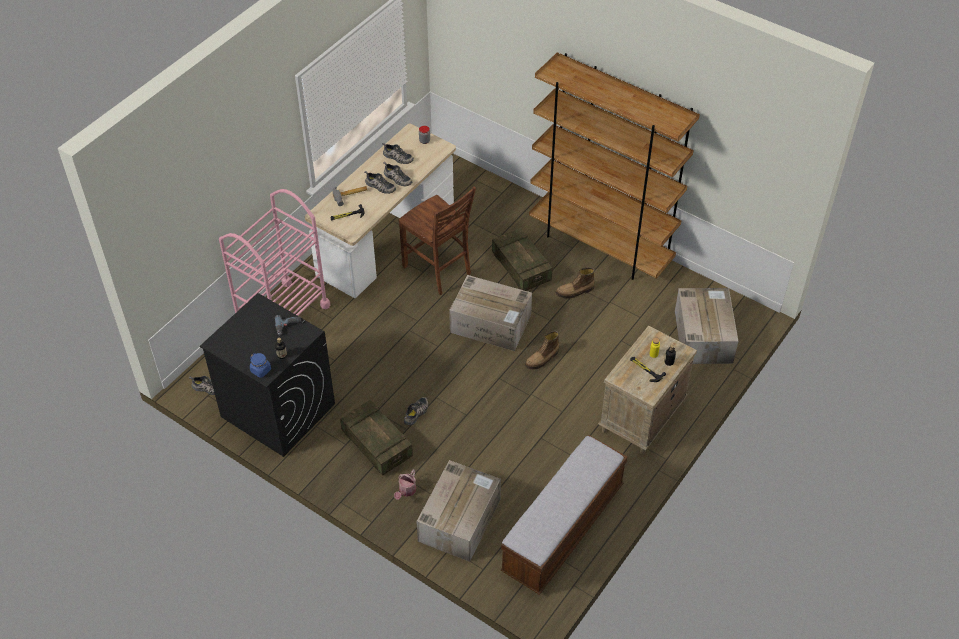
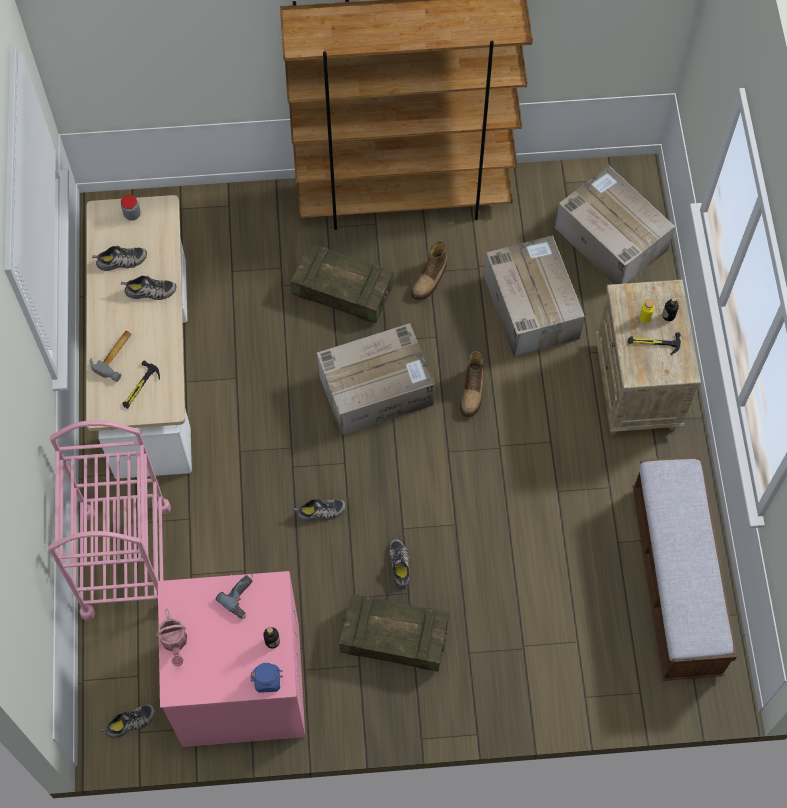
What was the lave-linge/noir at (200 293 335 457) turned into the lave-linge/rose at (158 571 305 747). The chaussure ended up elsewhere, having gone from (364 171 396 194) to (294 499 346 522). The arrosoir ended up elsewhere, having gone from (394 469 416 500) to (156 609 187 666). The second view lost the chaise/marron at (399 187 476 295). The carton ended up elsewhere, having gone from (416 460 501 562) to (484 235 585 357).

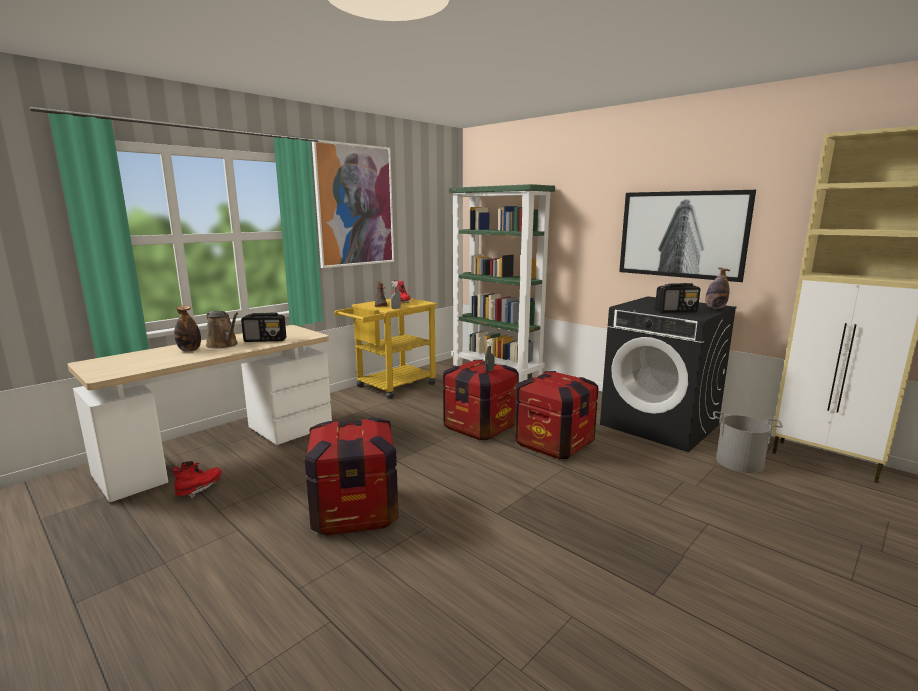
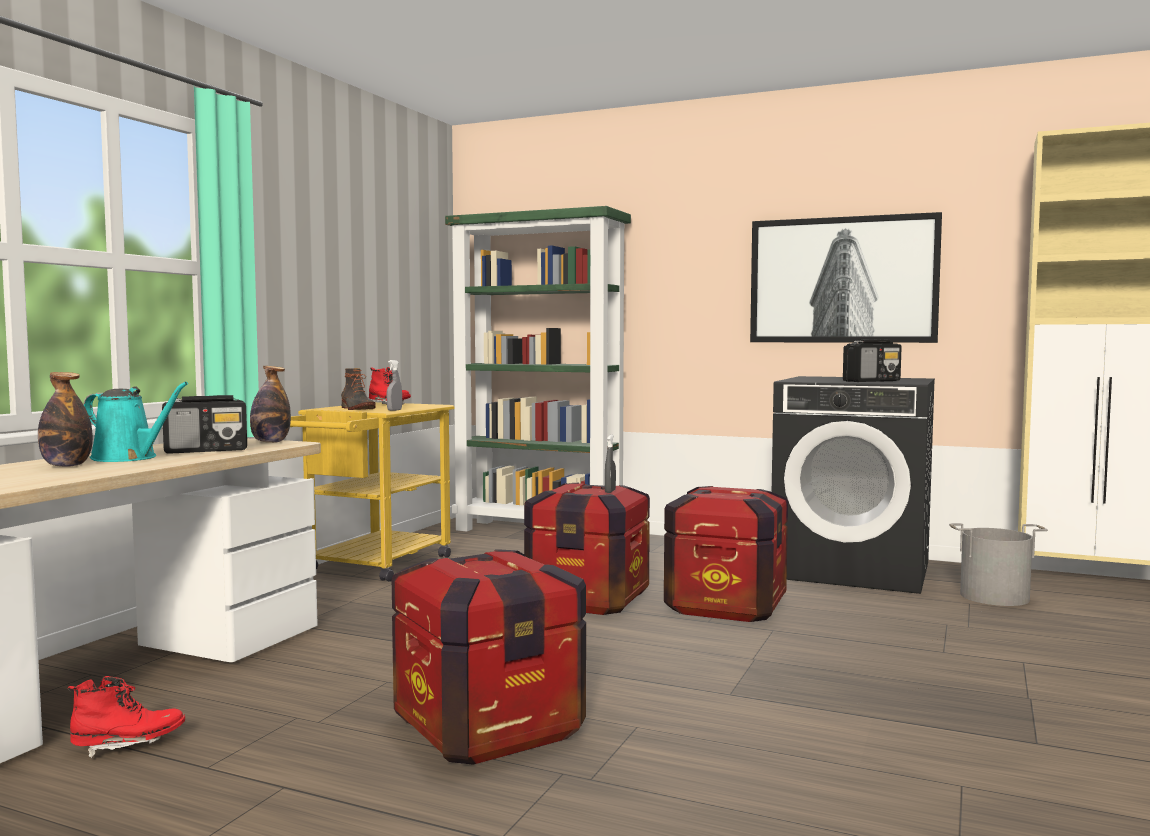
The botte/rouge at (173 461 222 498) ended up facing another way, 60 degrees clockwise from before. What was the arrosoir/marron at (206 311 238 348) turned into the arrosoir/turquoise at (84 382 188 462). The second view lost the tableau at (312 140 394 268). The bouteille ended up elsewhere, having gone from (705 267 730 309) to (250 366 291 443).

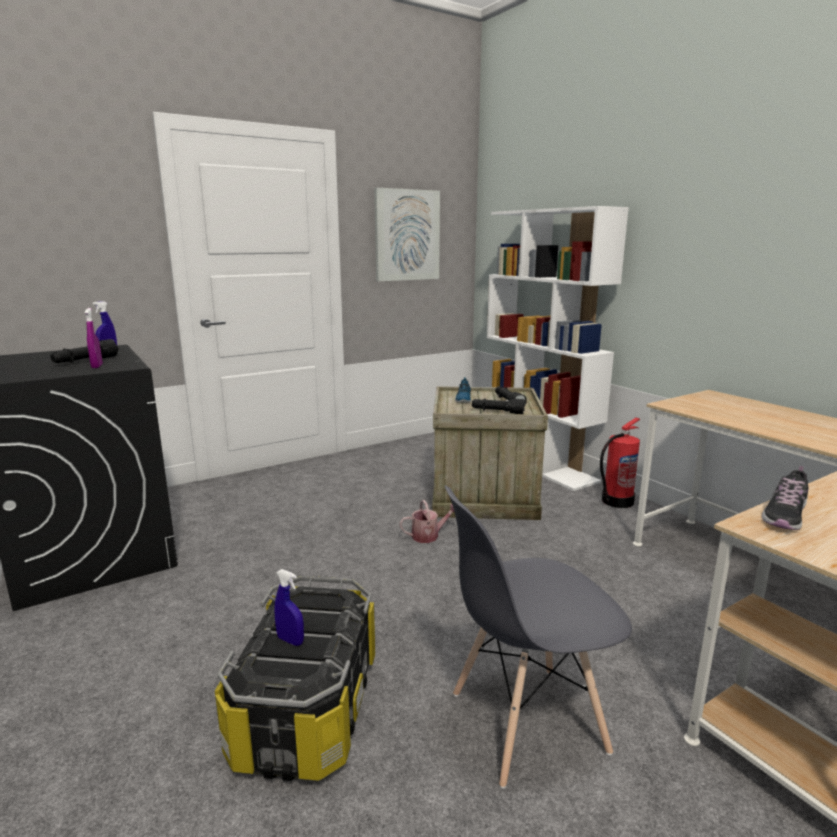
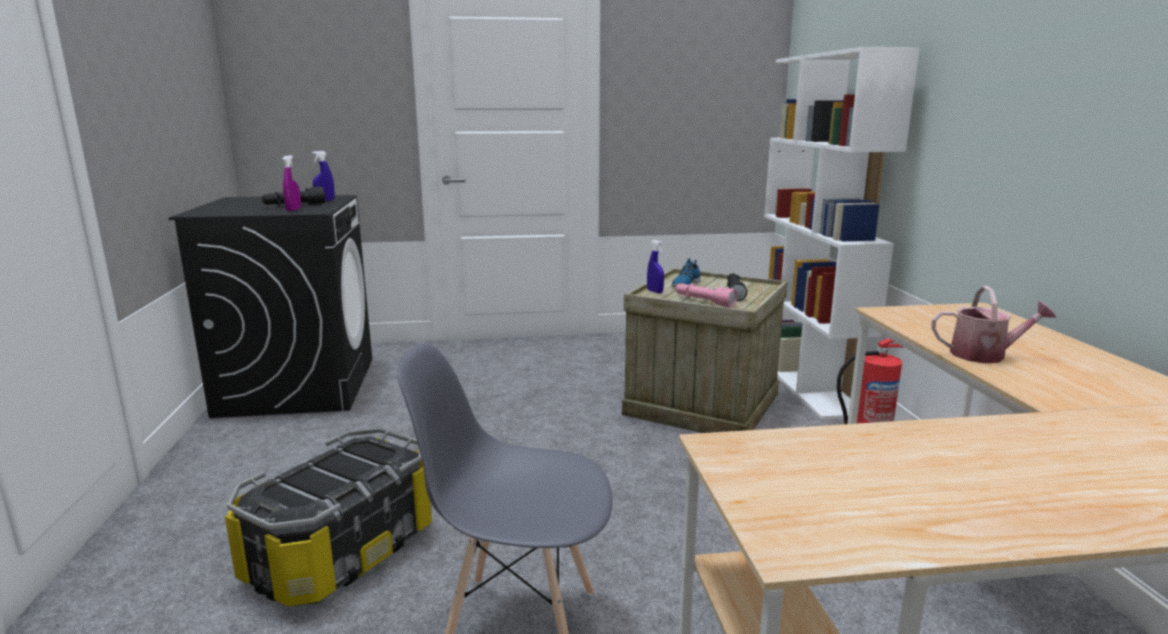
The vaporisateur/bleu ended up elsewhere, having gone from (274 569 304 646) to (647 240 664 293). The second view lost the tableau at (374 188 440 281). The arrosoir ended up elsewhere, having gone from (400 500 454 543) to (931 286 1057 363). What was the lampe de poche/noir at (472 398 525 414) turned into the lampe de poche/rose at (675 283 737 308). The second view lost the chaussure at (762 466 808 530).

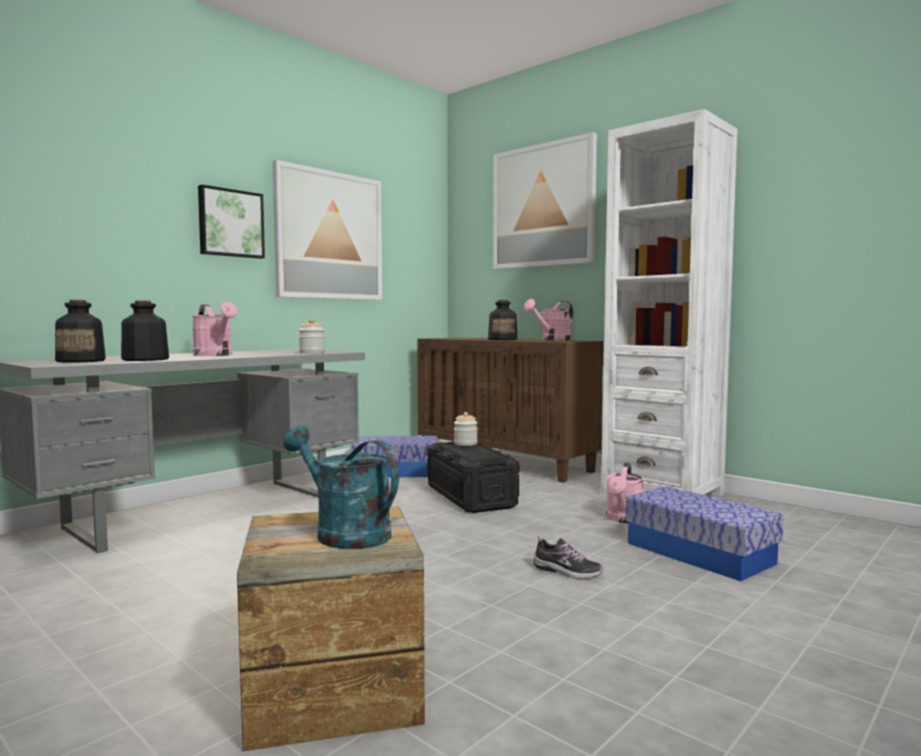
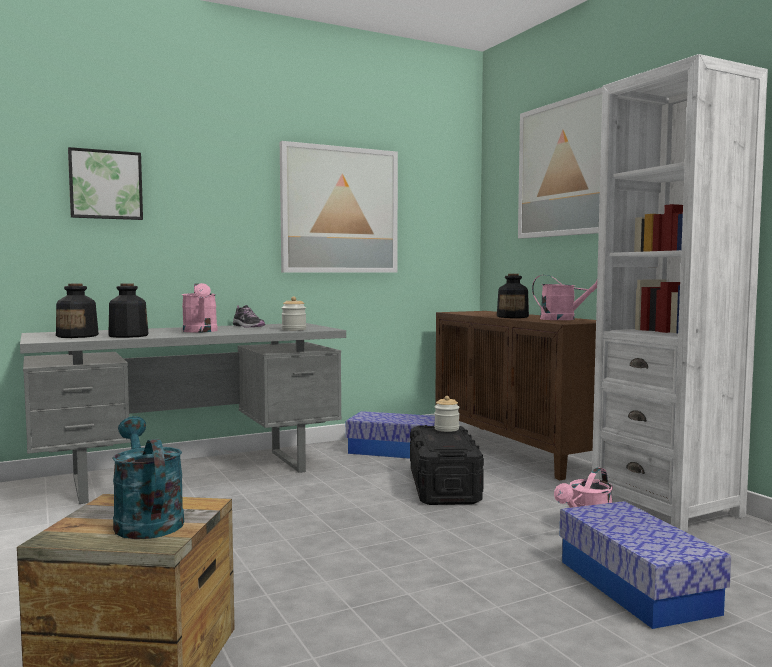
The tableau ended up elsewhere, having gone from (198 185 265 259) to (68 147 143 220). The arrosoir/rose at (524 299 573 341) ended up facing another way, 135 degrees counterclockwise from before. The chaussure ended up elsewhere, having gone from (533 536 603 579) to (233 305 265 328).

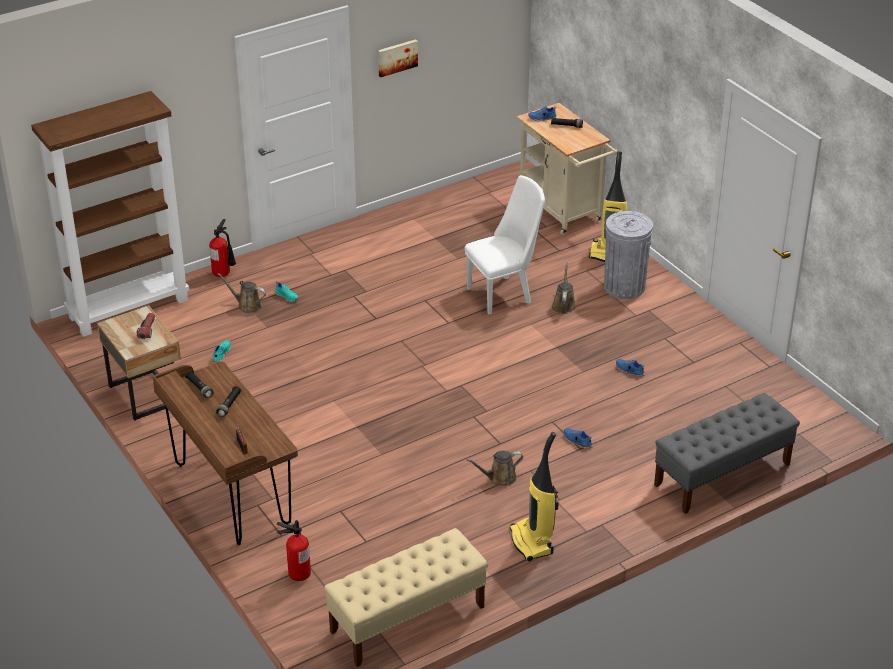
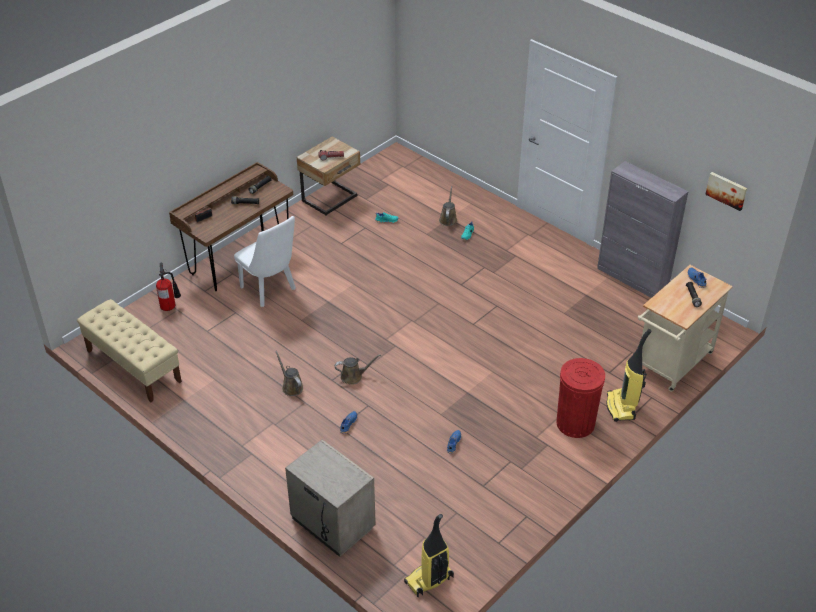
The second view lost the bibliothèque/marron at (31 91 189 337). The second view lost the extincteur at (209 219 236 277). The tableau ended up elsewhere, having gone from (378 39 418 77) to (705 172 747 211). The chaise/blanc ended up elsewhere, having gone from (465 175 545 314) to (234 216 296 307). The aspirateur ended up elsewhere, having gone from (510 432 559 561) to (404 514 454 597). The arrosoir/marron ended up elsewhere, having gone from (552 262 576 314) to (335 354 381 385). What was the poubelle/gris at (604 211 653 299) turned into the poubelle/rouge at (557 358 605 438). Where the banc/gris stood at (654 393 800 514), the table de chevet/beige came to stand at (285 439 376 557). The second view gained the meuble de rangement/gris at (597 161 689 298).

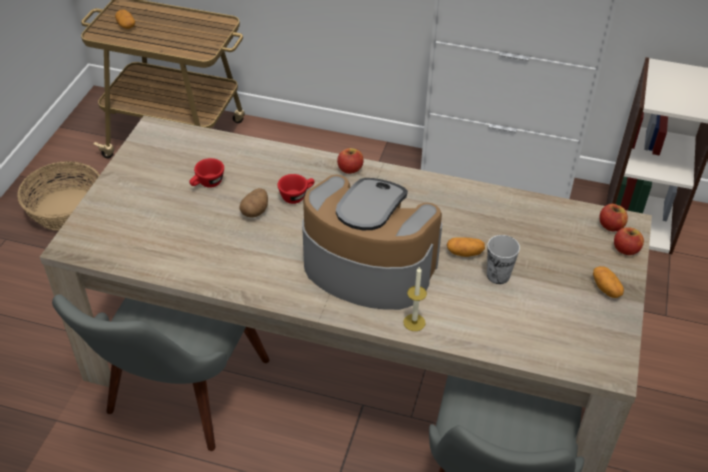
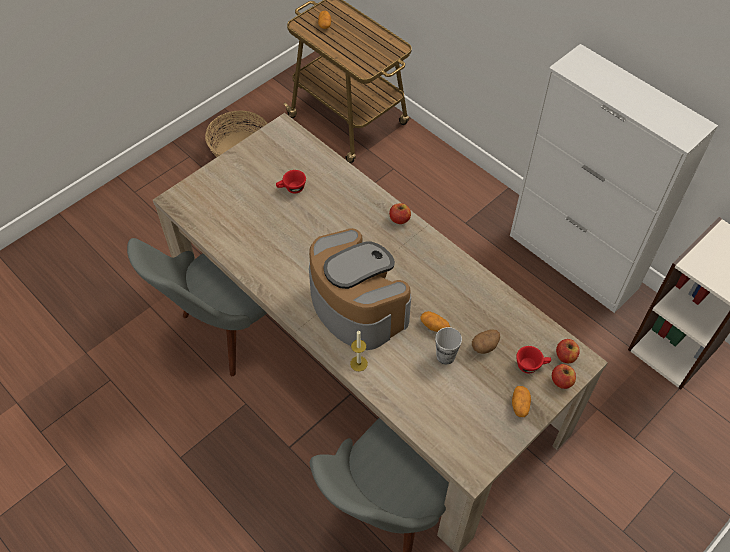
The pomme de terre ended up elsewhere, having gone from (239 188 268 218) to (472 329 500 354). The tasse/rouge ended up elsewhere, having gone from (278 174 315 204) to (516 346 551 373).

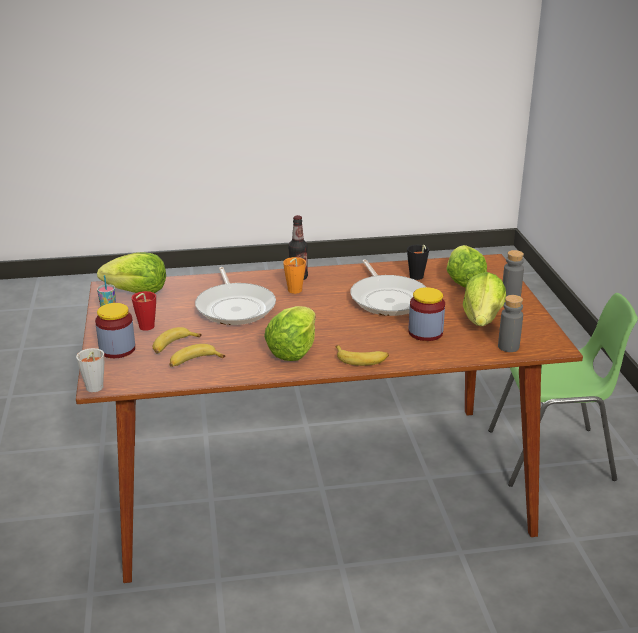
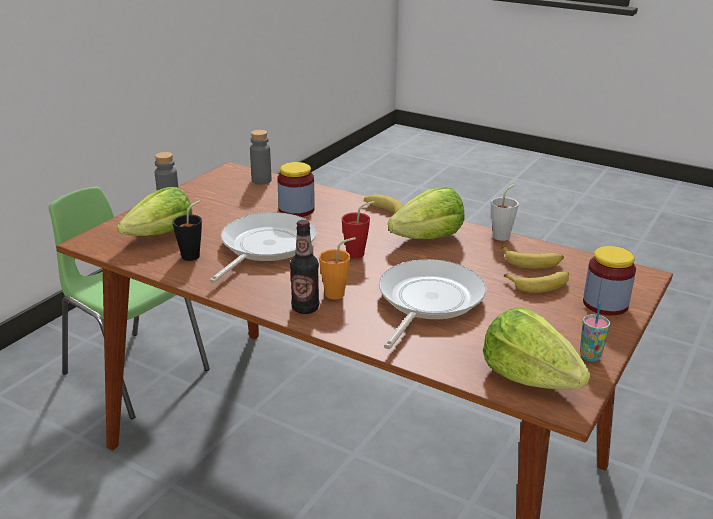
The tasse/gris ended up elsewhere, having gone from (76 348 104 392) to (491 184 519 241). The tasse/rouge ended up elsewhere, having gone from (131 291 156 331) to (342 201 374 258). The second view lost the laitue at (463 272 506 326).

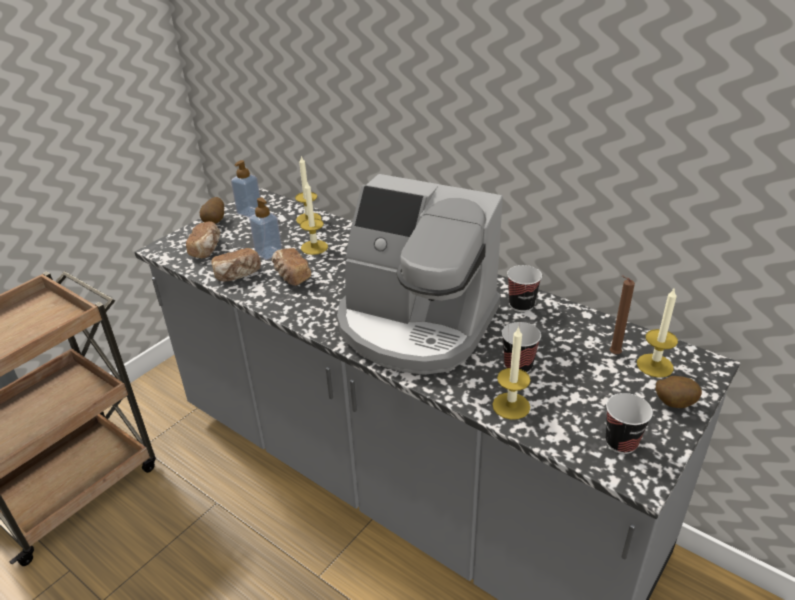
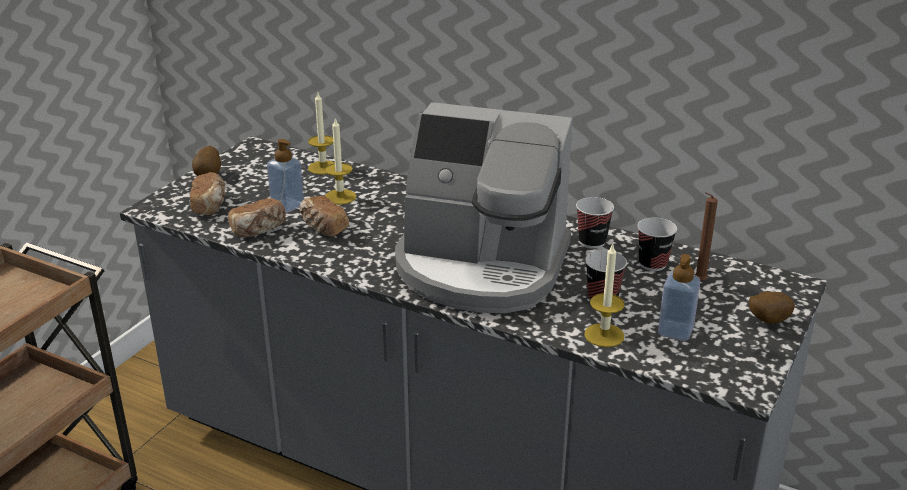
The distributeur de savon ended up elsewhere, having gone from (231 160 260 217) to (658 254 701 341). The tasse ended up elsewhere, having gone from (606 393 653 454) to (637 218 677 271). The second view lost the bougie at (637 287 678 378).

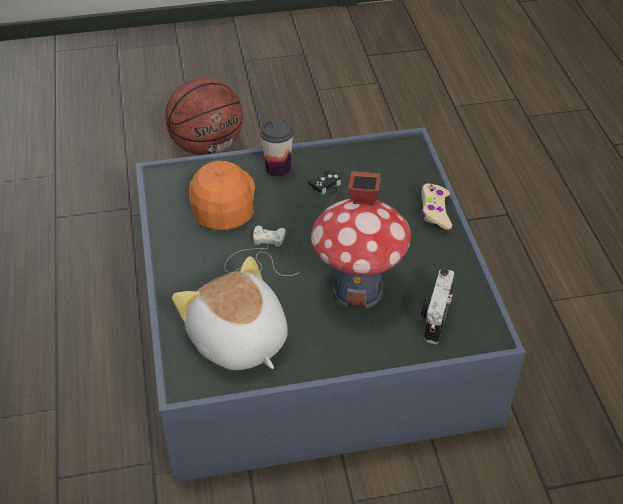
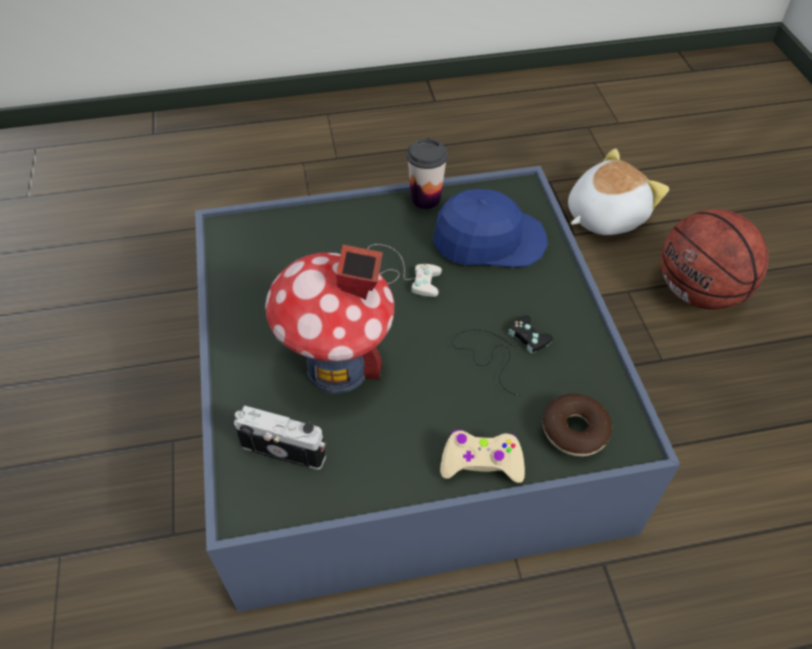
The peluche ended up elsewhere, having gone from (172 256 288 370) to (568 148 669 235). What was the casquette/orange at (189 161 255 230) turned into the casquette/bleu at (433 189 548 268). The tasse ended up elsewhere, having gone from (260 118 294 177) to (407 138 448 209). The second view gained the beignet at (543 394 612 457).

